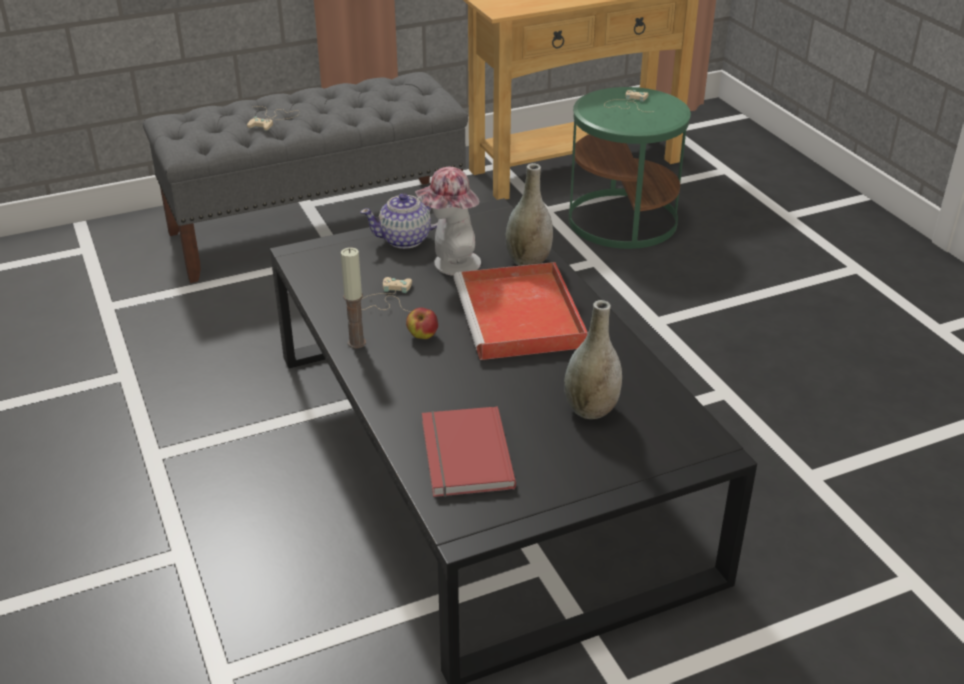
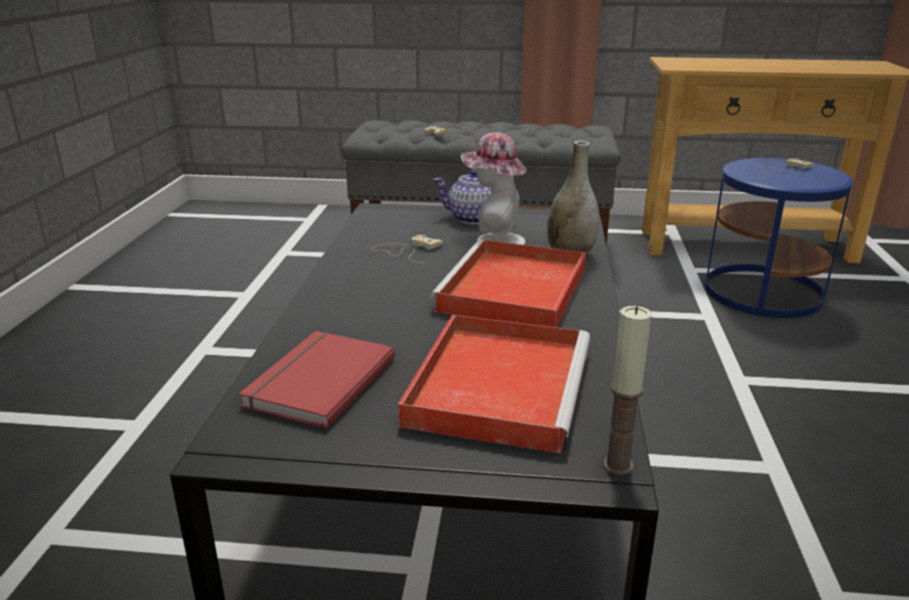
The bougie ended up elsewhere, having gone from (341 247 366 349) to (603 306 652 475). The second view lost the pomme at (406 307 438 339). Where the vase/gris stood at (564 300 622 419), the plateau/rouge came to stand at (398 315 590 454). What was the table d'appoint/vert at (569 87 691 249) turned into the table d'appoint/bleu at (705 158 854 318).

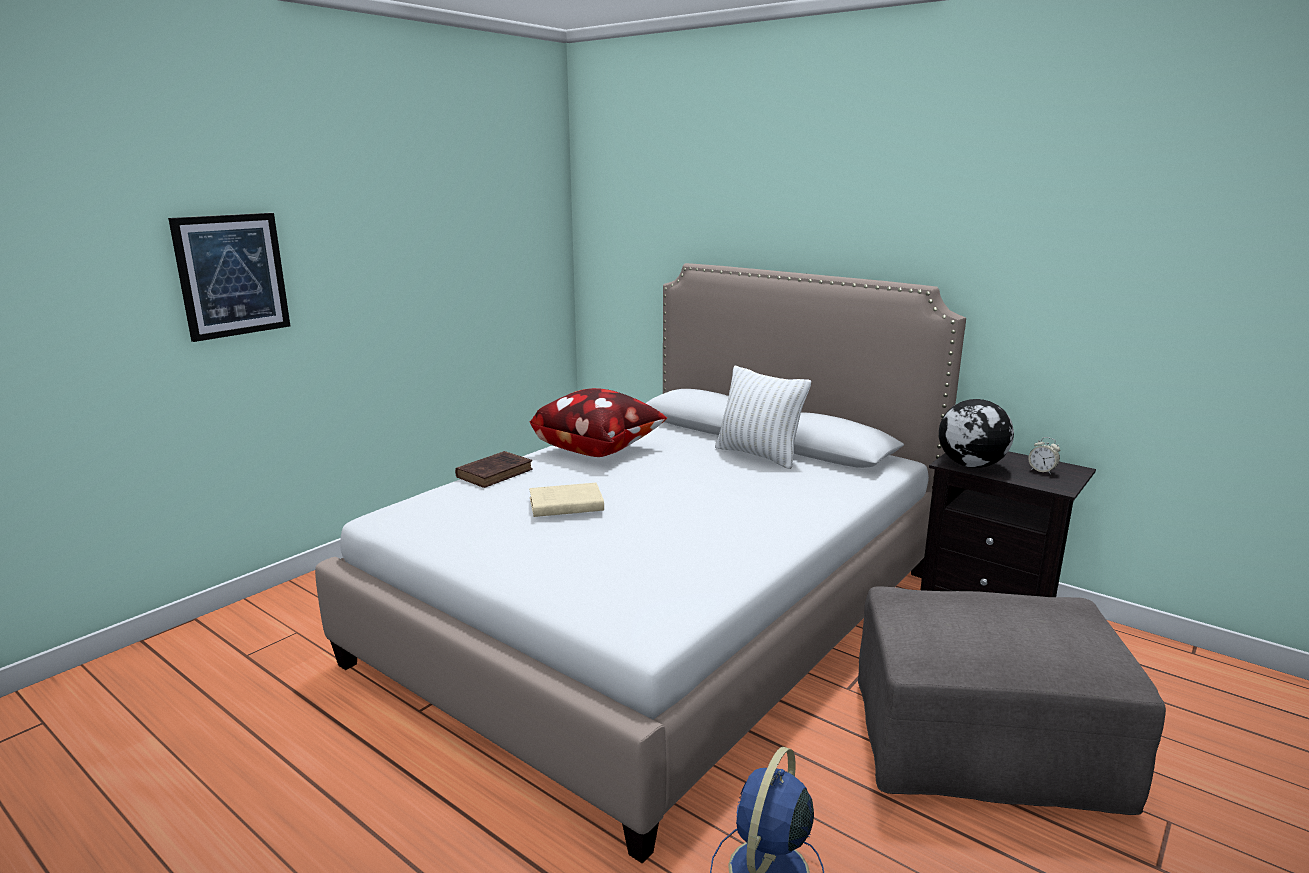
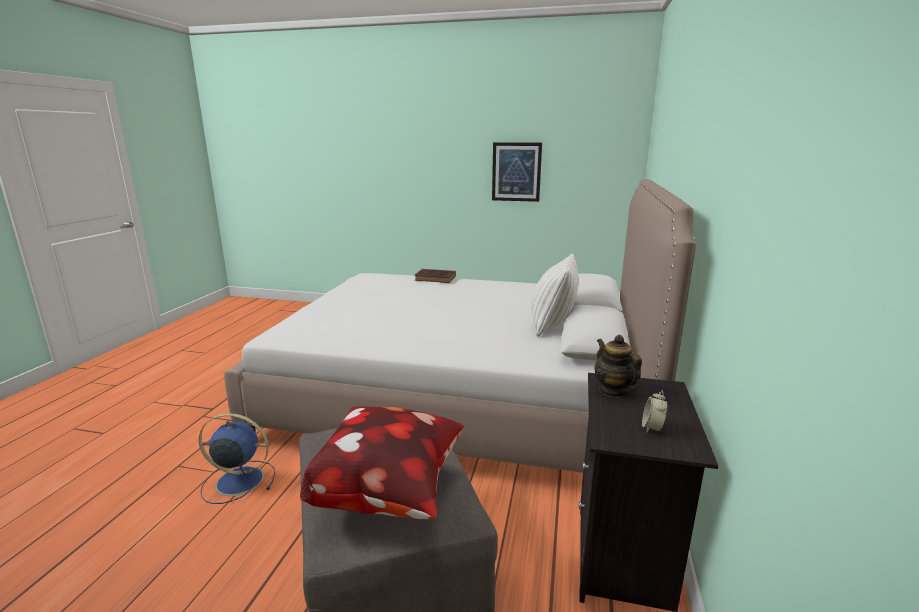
The tableau ended up elsewhere, having gone from (168 213 290 342) to (492 142 542 202). The coussin ended up elsewhere, having gone from (529 388 667 457) to (300 406 464 519). The second view lost the livre/beige at (529 483 604 517). Where the globe stood at (939 399 1014 468), the théière came to stand at (594 335 642 397).

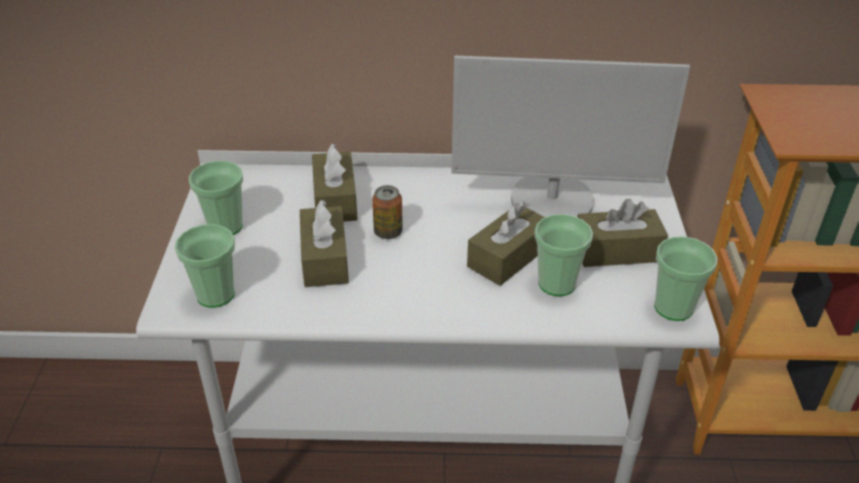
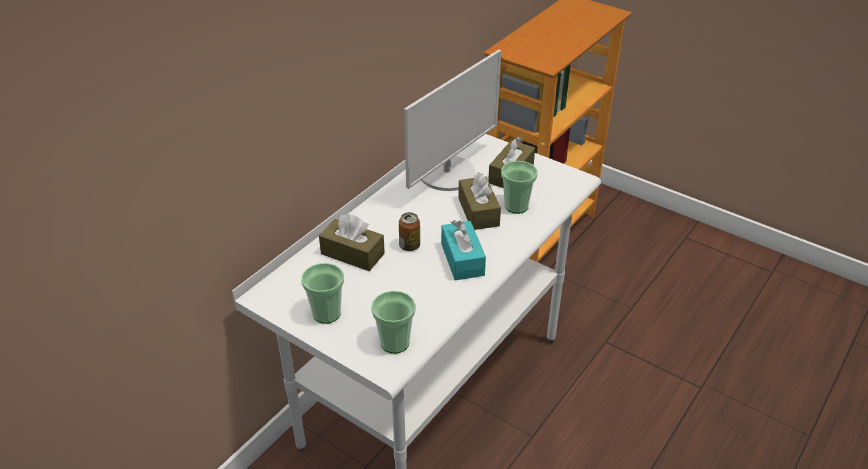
The second view lost the boîte à mouchoirs/marron at (300 200 349 287). The second view lost the tasse at (654 236 718 321). The second view gained the boîte à mouchoirs/turquoise at (441 220 486 281).

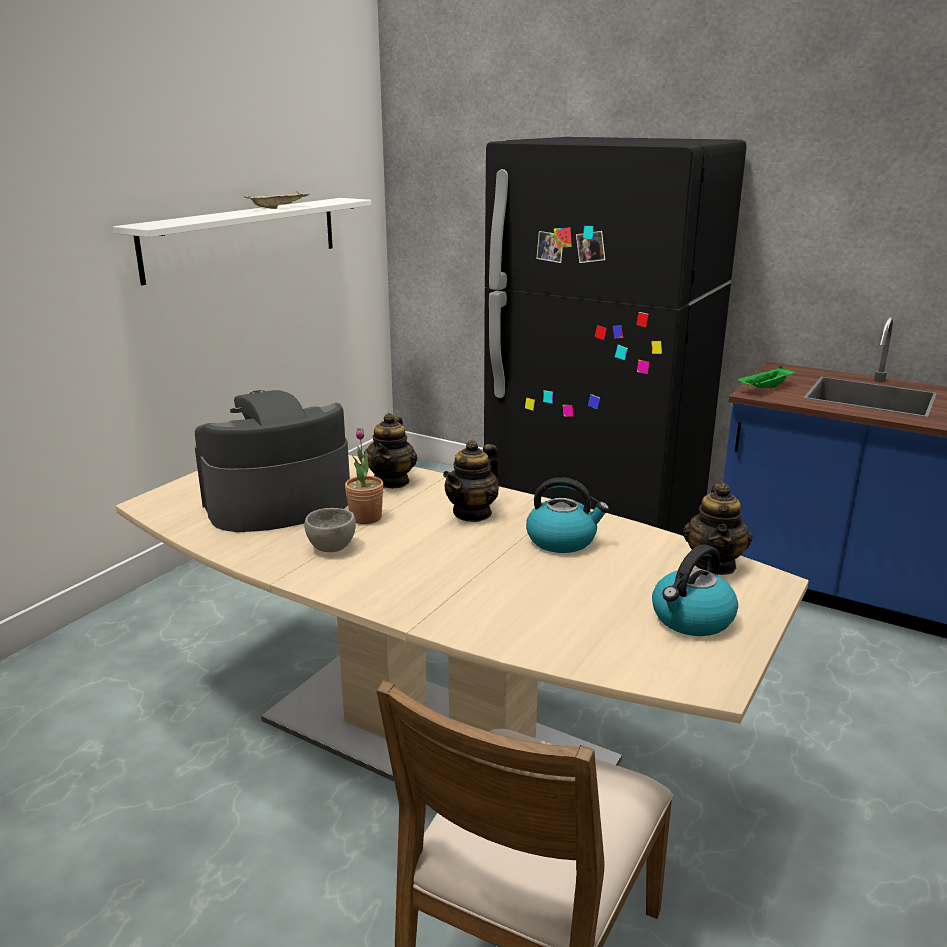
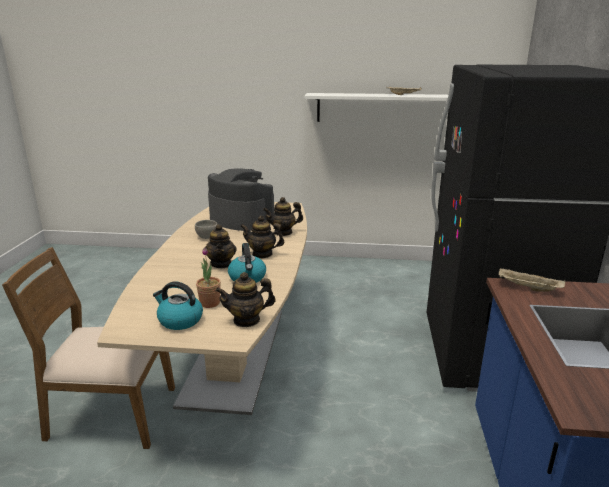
The plante en pot ended up elsewhere, having gone from (345 428 384 524) to (196 248 221 308). What was the plateau/vert at (737 366 795 389) turned into the plateau/beige at (499 268 566 292). The second view gained the théière at (204 224 237 268).

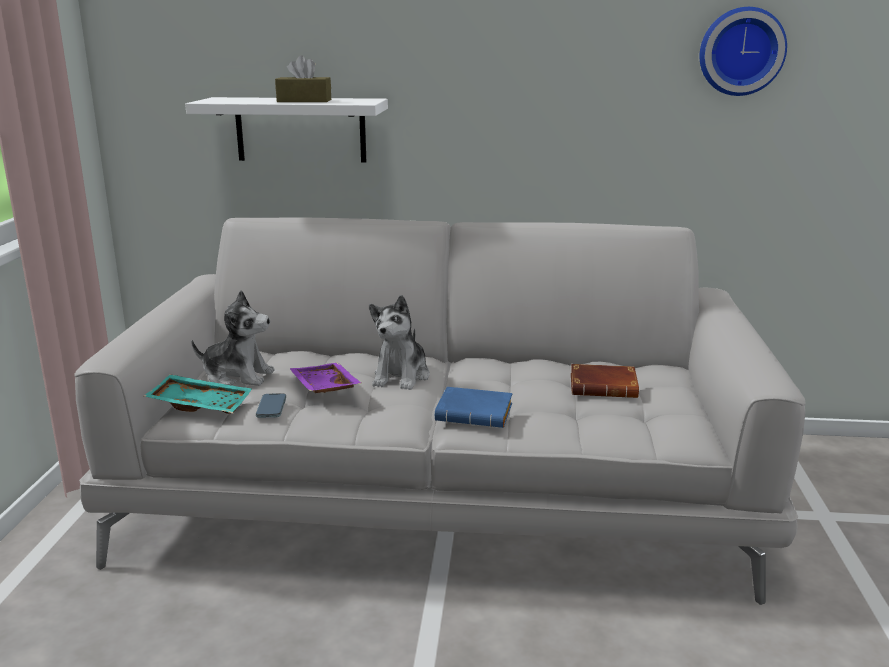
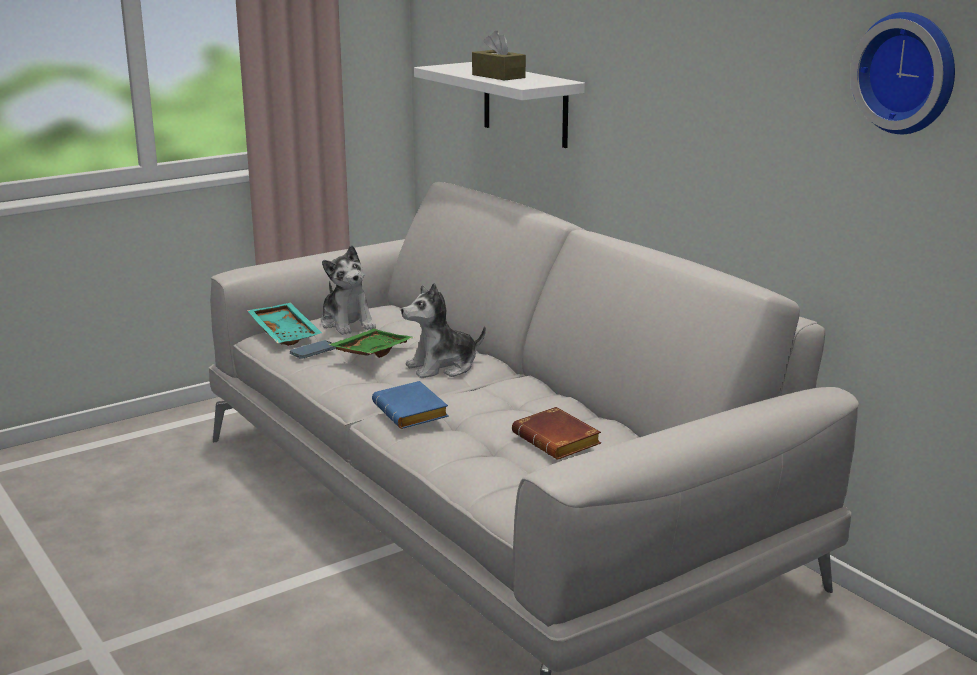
What was the plateau/violet at (289 363 361 393) turned into the plateau/vert at (328 329 415 358).

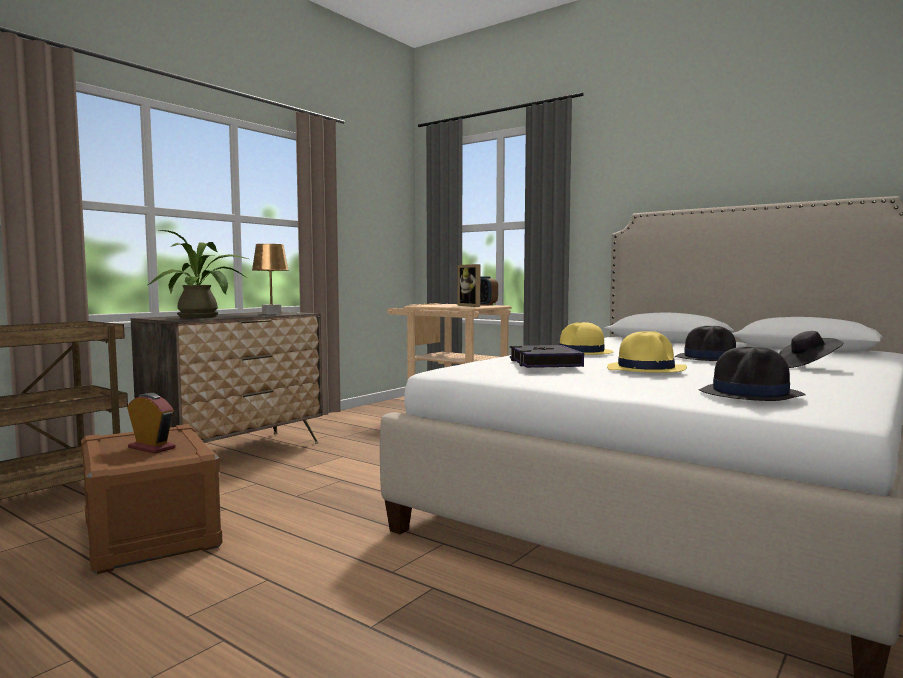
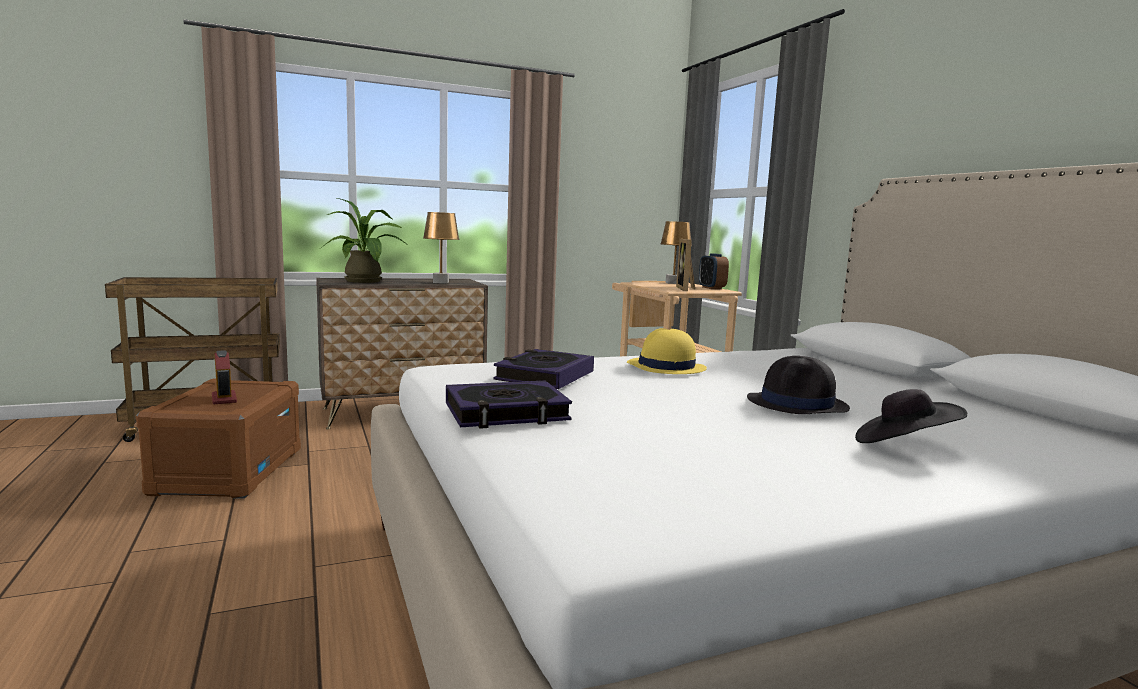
The second view lost the chapeau/jaune at (607 331 687 373). The second view lost the chapeau/noir at (698 346 806 401). The second view gained the livre at (446 380 572 429). The second view gained the lampe de table/marron at (660 221 692 284).

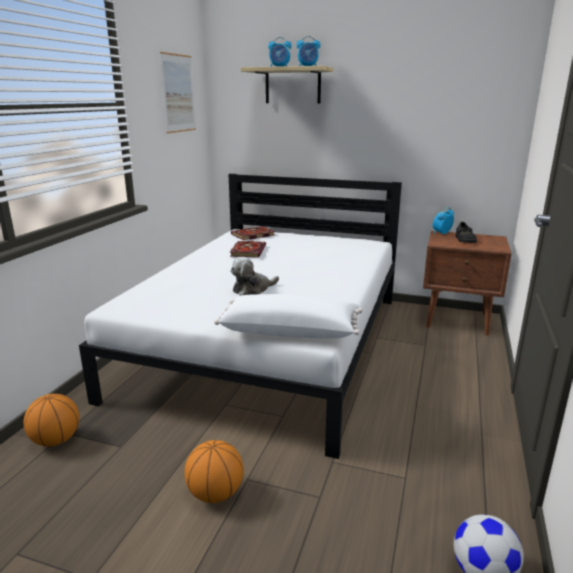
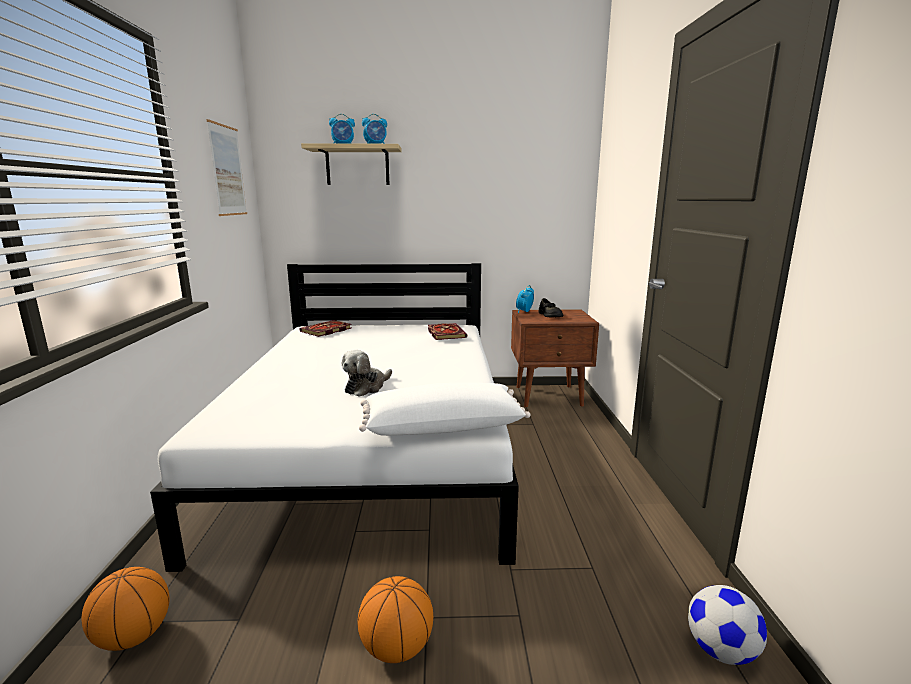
The livre ended up elsewhere, having gone from (230 241 266 257) to (428 323 467 340).

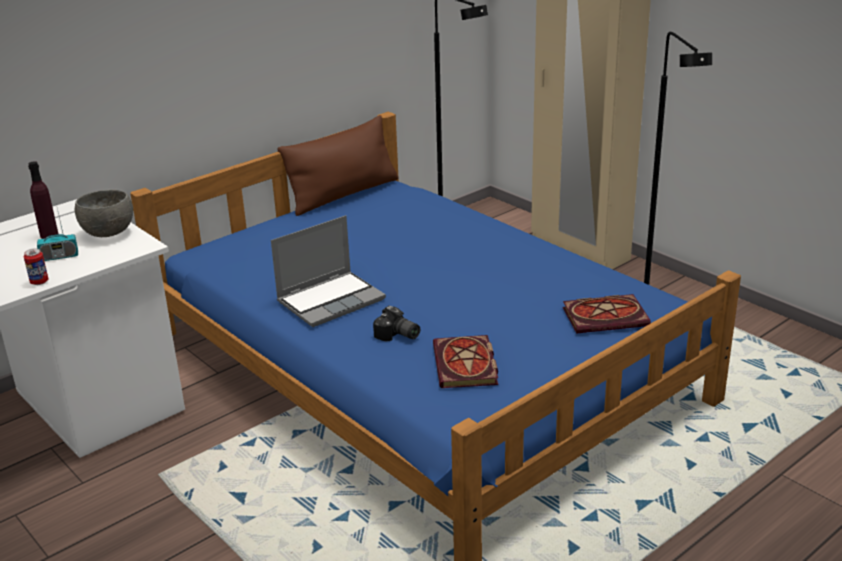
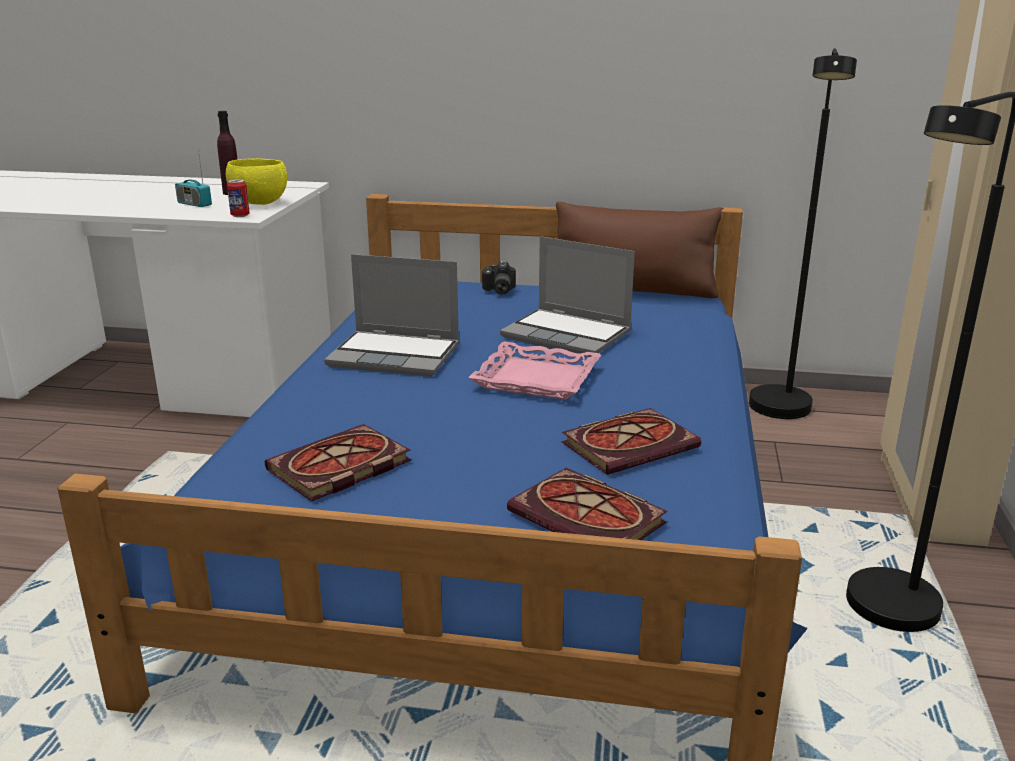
The boîte métallique ended up elsewhere, having gone from (24 248 48 285) to (227 179 250 217). What was the bol/gris at (75 189 133 237) turned into the bol/jaune at (226 158 287 205). The appareil photo ended up elsewhere, having gone from (373 306 420 341) to (482 261 516 295). The second view gained the plateau/rose at (468 341 601 400). The second view gained the ordinateur portable at (500 236 635 357). The second view gained the livre at (562 408 701 475).

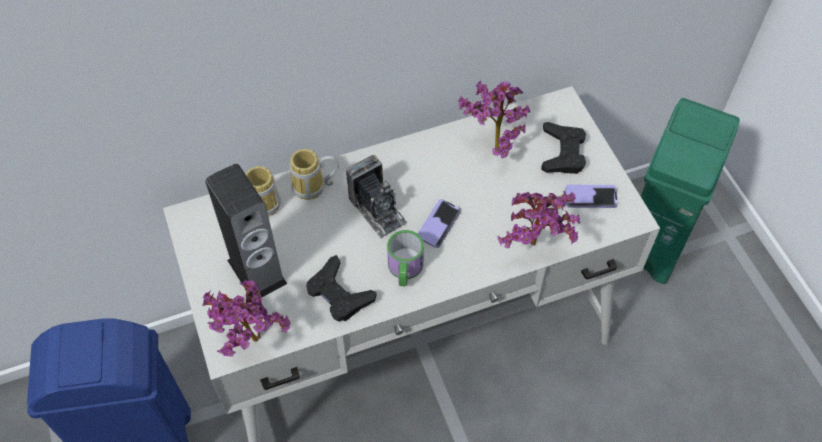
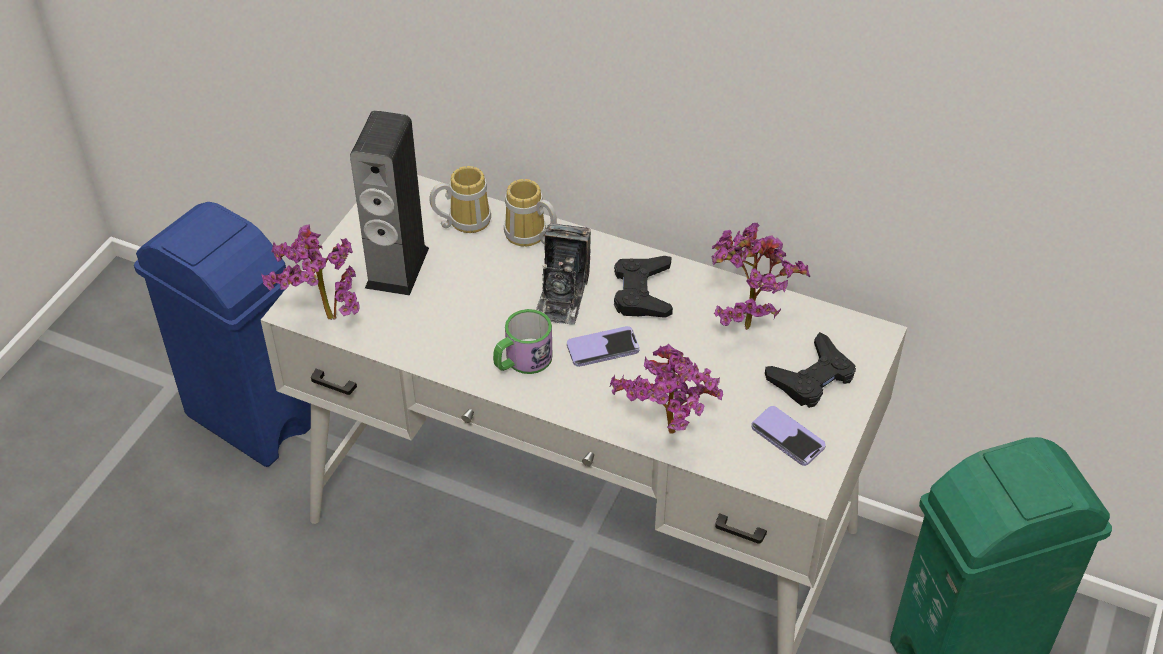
The manette/noir ended up elsewhere, having gone from (306 255 376 322) to (614 256 673 318).

